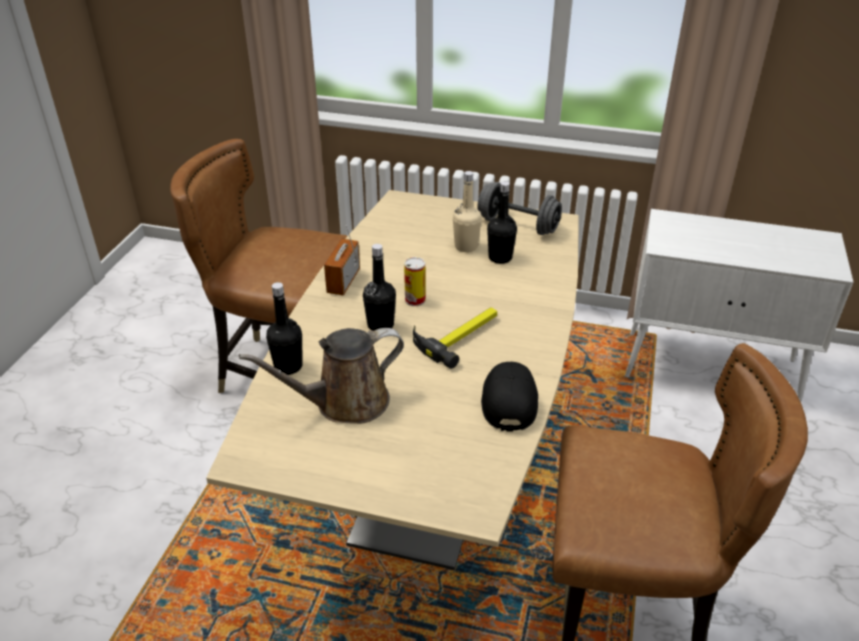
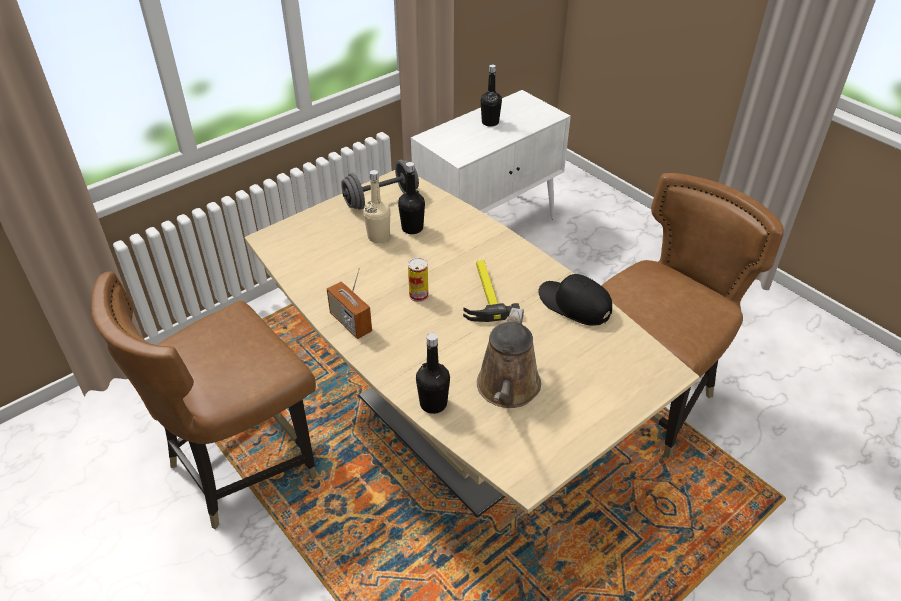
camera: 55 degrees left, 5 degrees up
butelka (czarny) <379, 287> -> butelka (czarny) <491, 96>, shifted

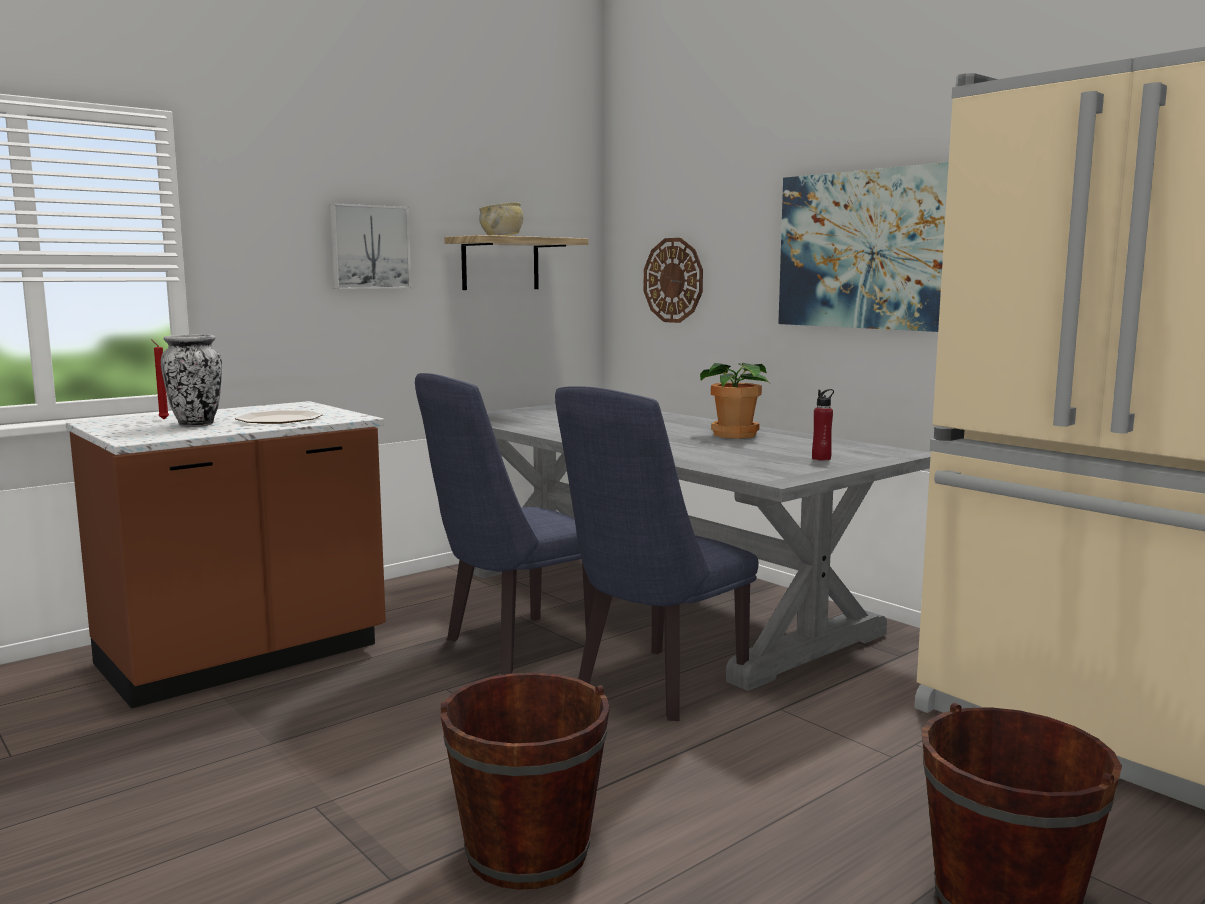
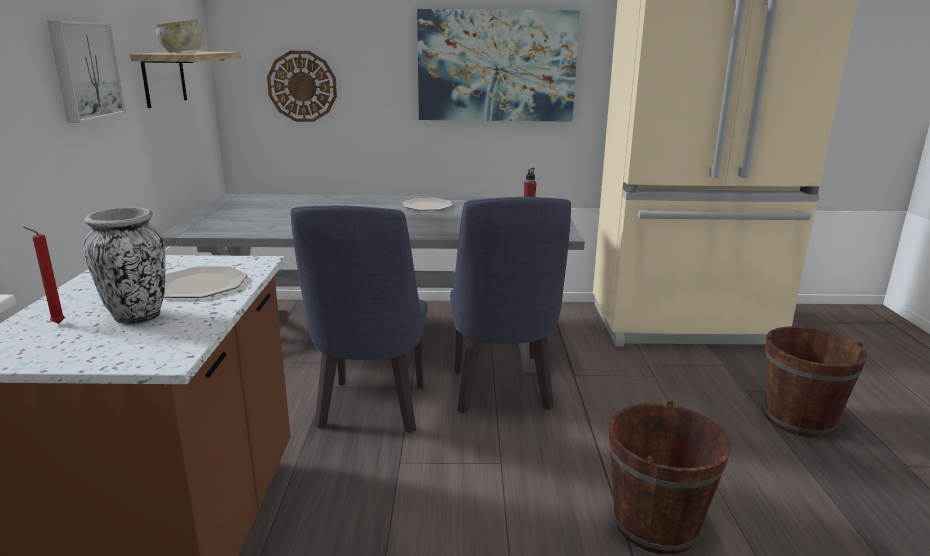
camera: 50 degrees left, 10 degrees up
roślina doniczkowa <734, 401> -> talerz <428, 204>

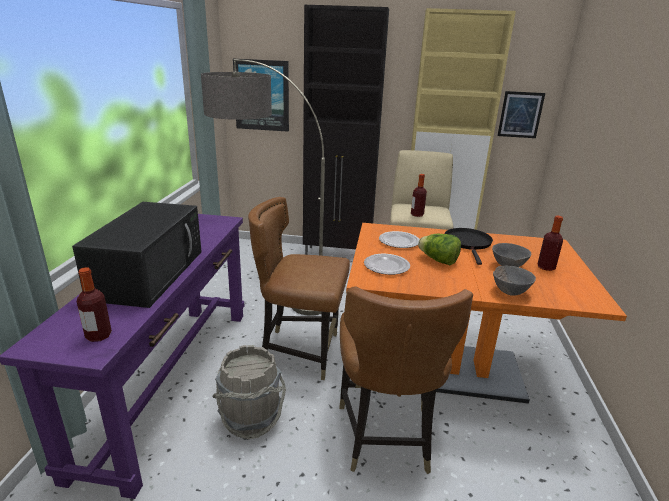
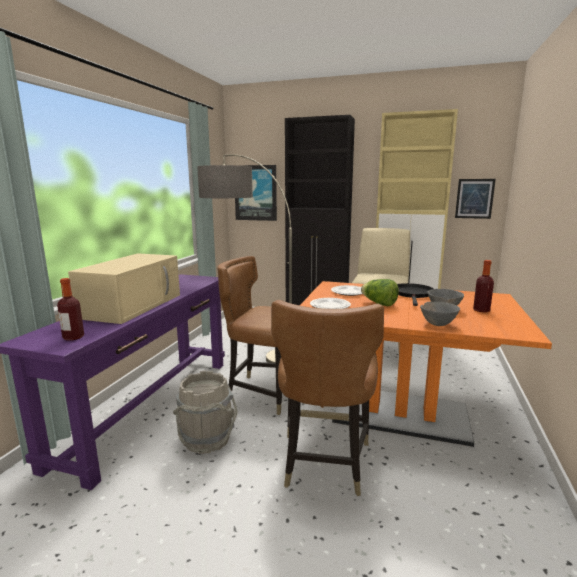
camera: 10 degrees right, 10 degrees down
butelka <419, 195> -> none
mikrofalówka (czarny) <137, 255> -> mikrofalówka (beżowy) <124, 288>

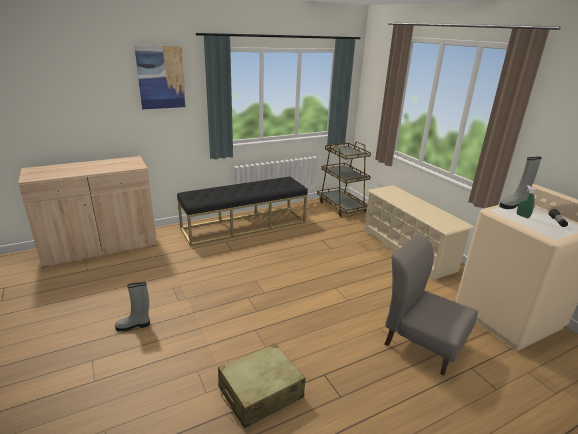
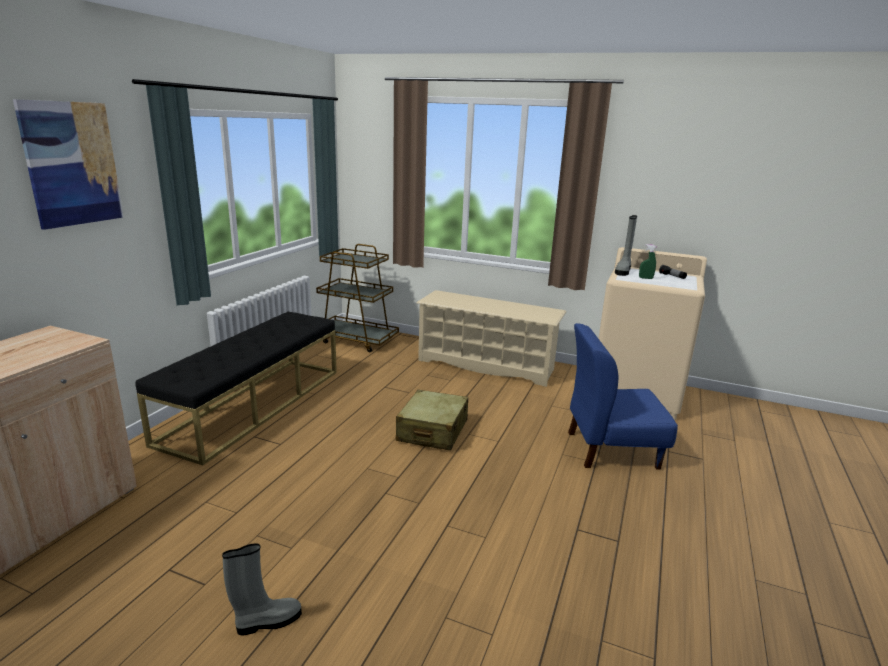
camera: 40 degrees left, 5 degrees down
walizka (beżowy) <262, 385> -> walizka (beżowy) <432, 420>, shifted
krzesło (szary) <431, 305> -> krzesło (niebieski) <623, 396>
but z cholewką (szary) <132, 306> -> but z cholewką (szary) <262, 589>, 150 degrees counterclockwise

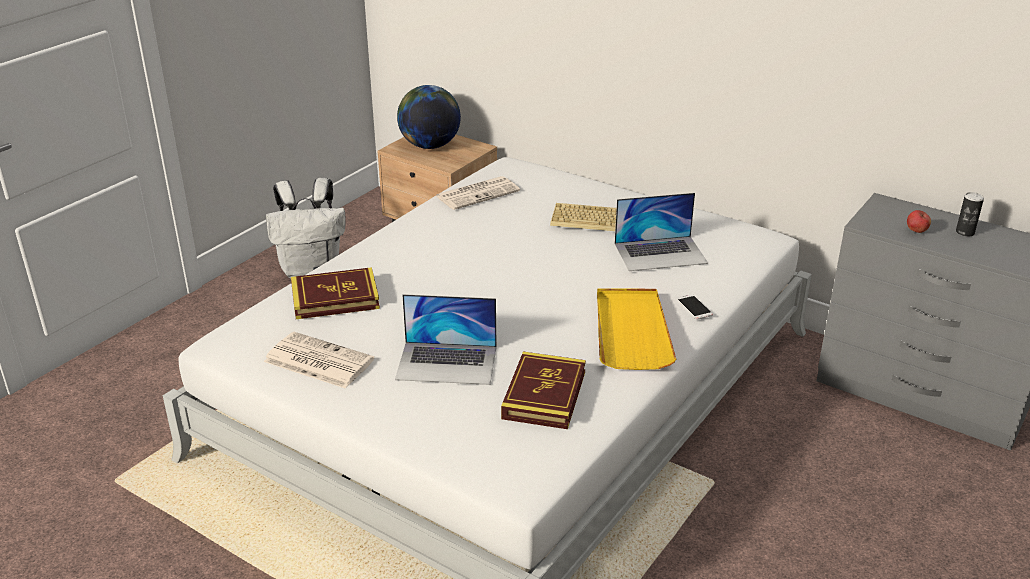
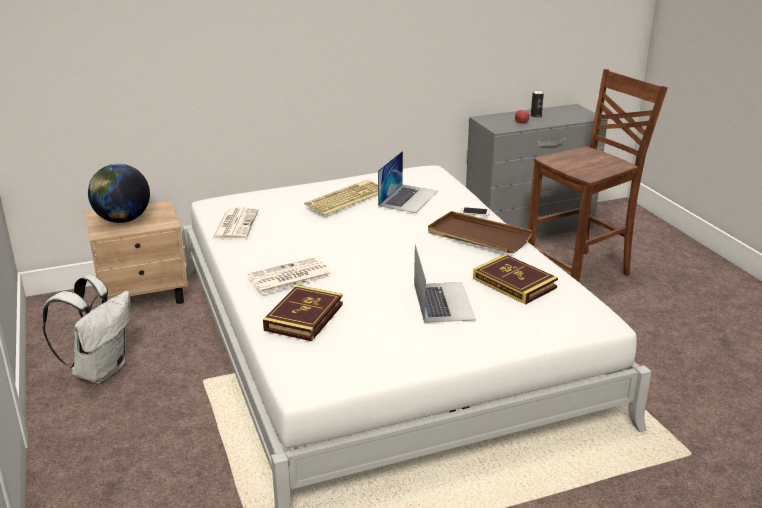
camera: 55 degrees left, 5 degrees down
none -> krzesło (brązowy) <598, 176>
gazeta <319, 360> -> gazeta <290, 275>, shifted
taca (żółty) <636, 329> -> taca (brązowy) <480, 232>
laptop <446, 339> -> laptop <445, 283>, 45 degrees counterclockwise

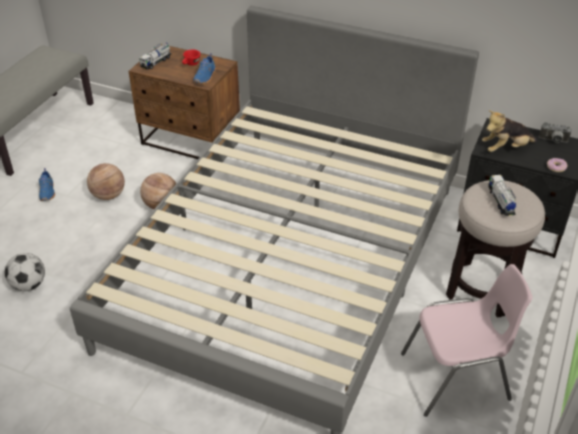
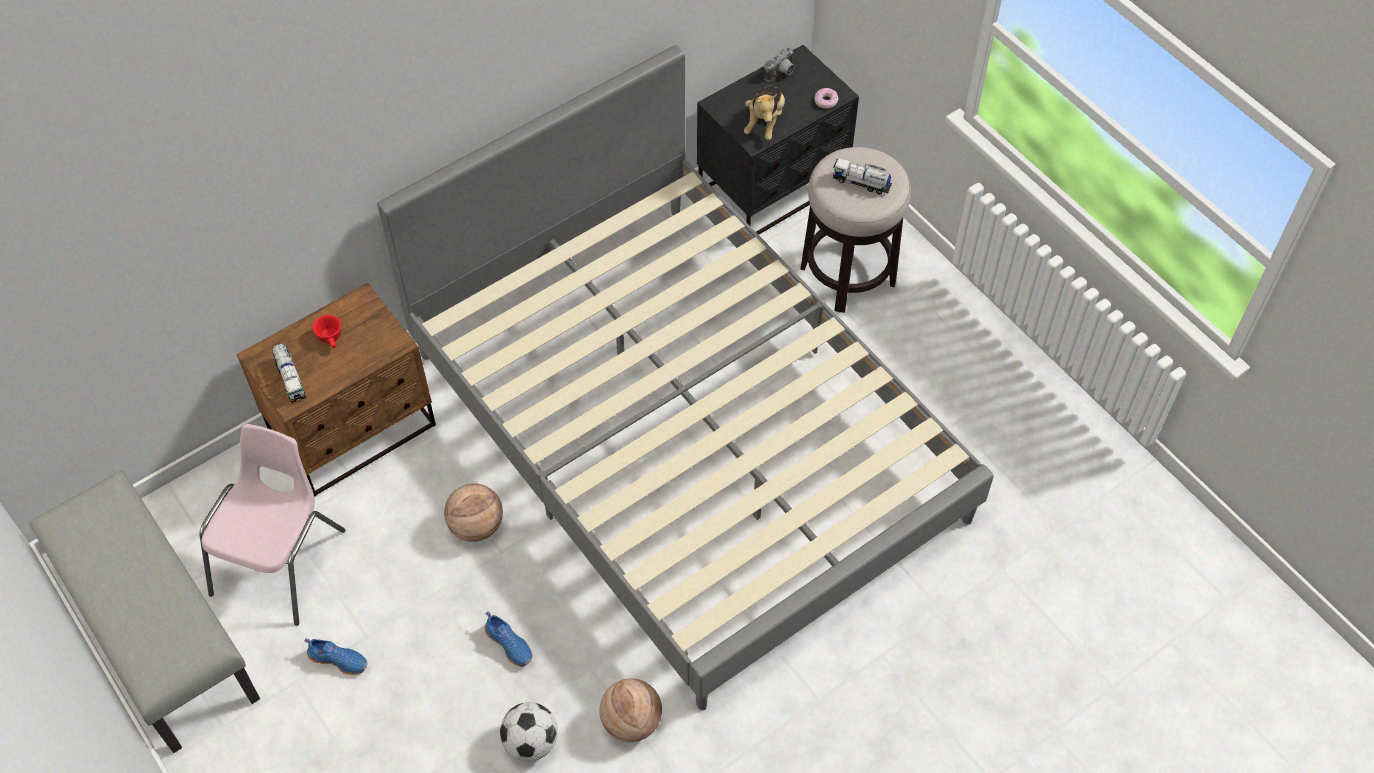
camera: 60 degrees left, 15 degrees up
piłka do koszykówki <106, 181> -> piłka do koszykówki <630, 710>, shifted
but (niebieski) <205, 68> -> but (niebieski) <508, 639>, shifted
krzesło (różowy) <466, 340> -> krzesło (różowy) <272, 525>, shifted

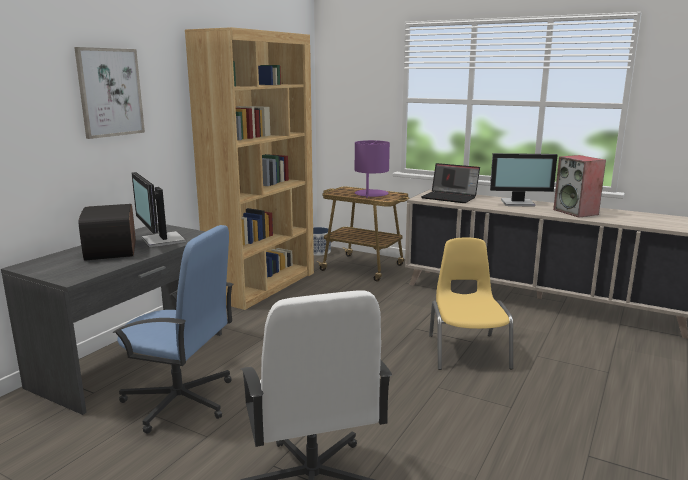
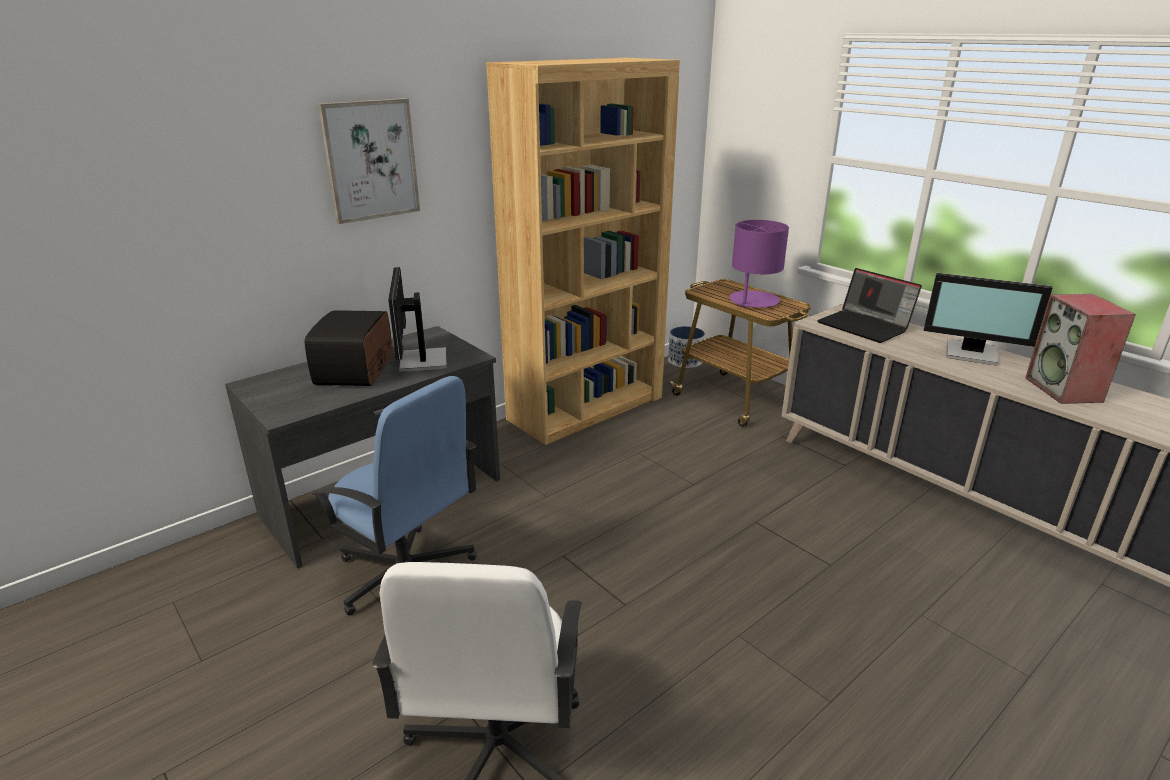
camera: 20 degrees right, 10 degrees up
krzesło (żółty) <471, 304> -> none

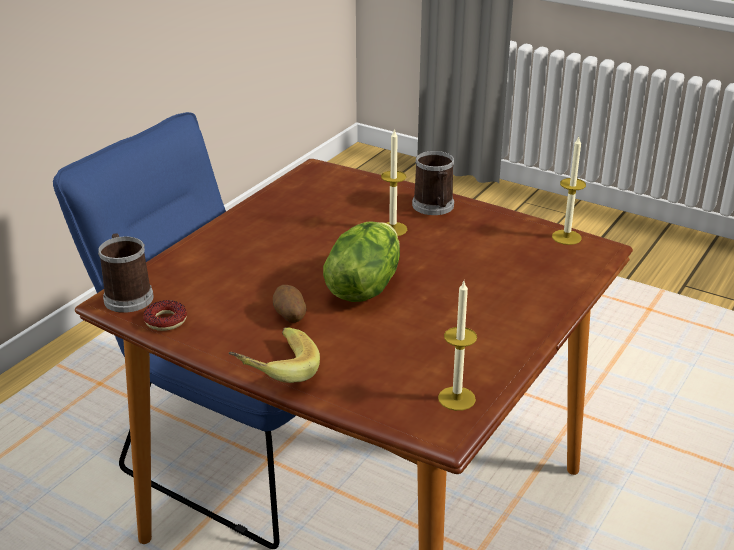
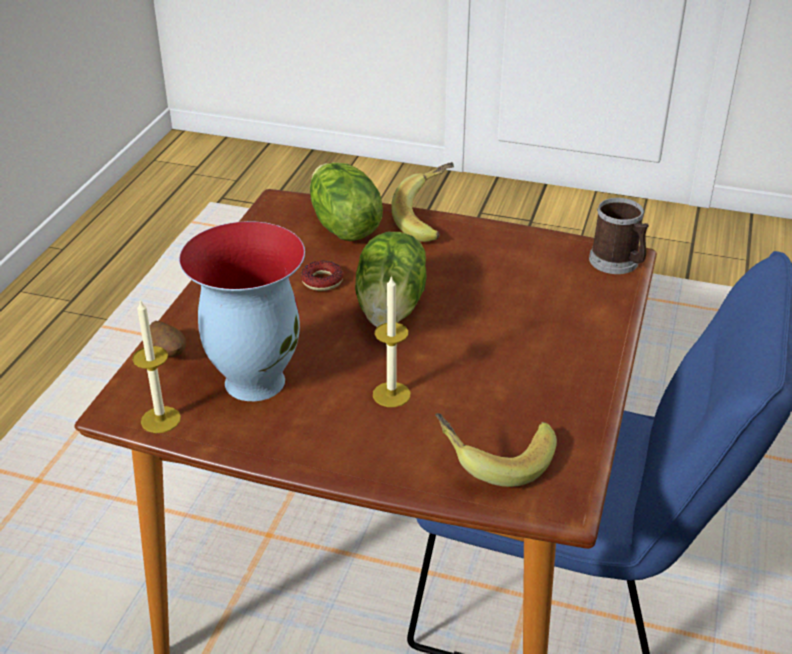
camera: 165 degrees right, 5 degrees up
kubek <433, 183> -> none
świeca <457, 346> -> none
none -> wazon <242, 311>
none -> sałata <346, 201>
none -> banan <496, 450>
donut <165, 315> -> donut <322, 276>, shifted
ziemniak <289, 304> -> ziemniak <168, 339>, shifted

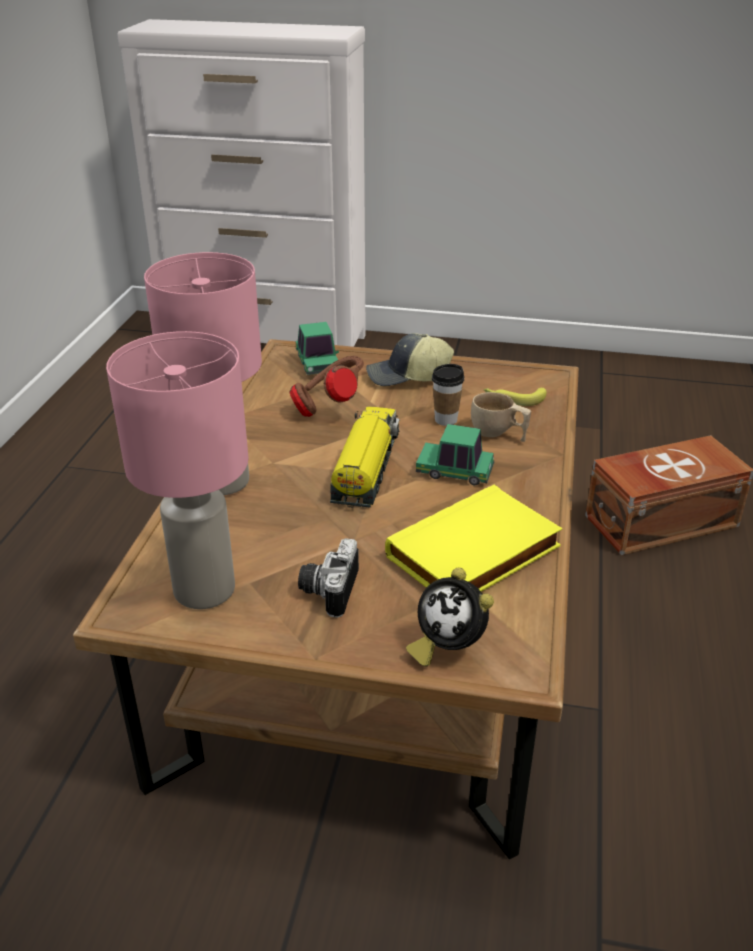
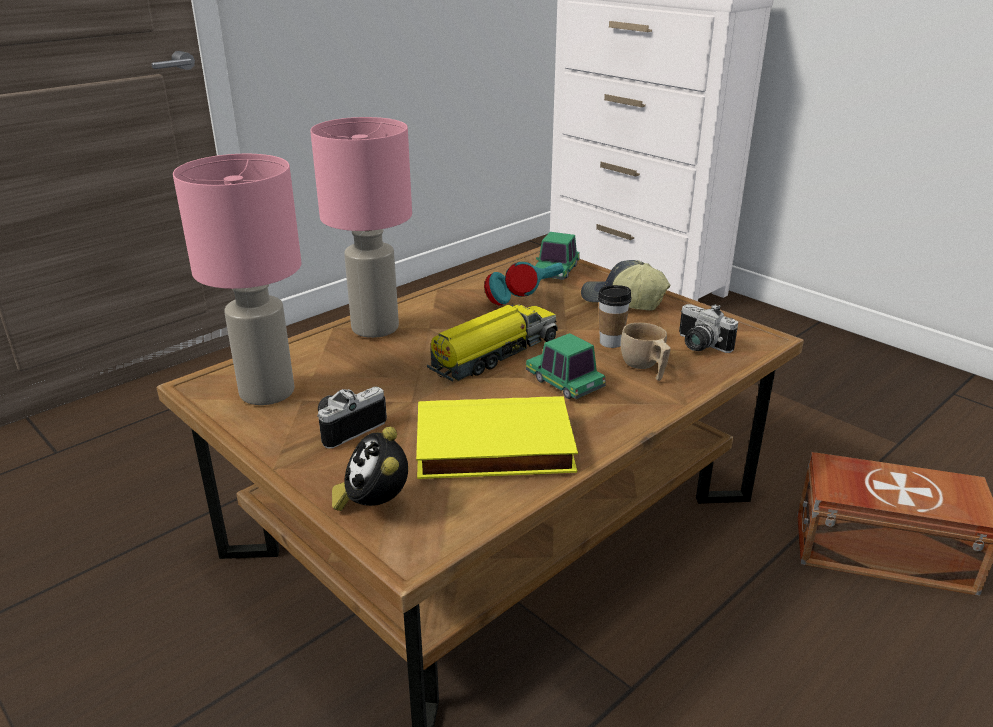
camera: 35 degrees right, 5 degrees down
banan <515, 396> -> aparat fotograficzny <708, 328>
słuchawki (brązowy) <326, 386> -> słuchawki (turkusowy) <524, 284>

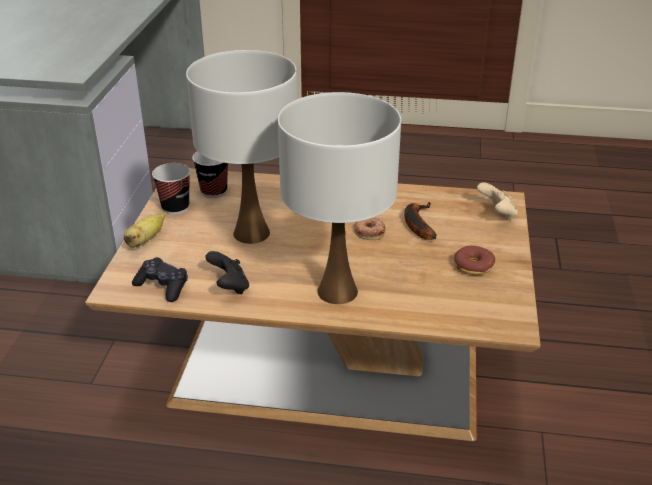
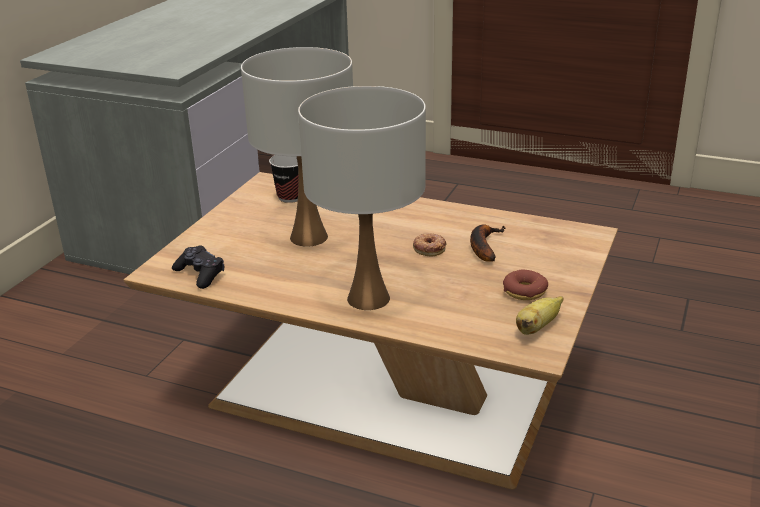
camera: 15 degrees right, 5 degrees down
filiżanka <171, 189> -> none
pad do gier (czarny) <227, 272> -> none
pad do gier (beżowy) <497, 201> -> none
banan <144, 230> -> banan <540, 315>, shifted

